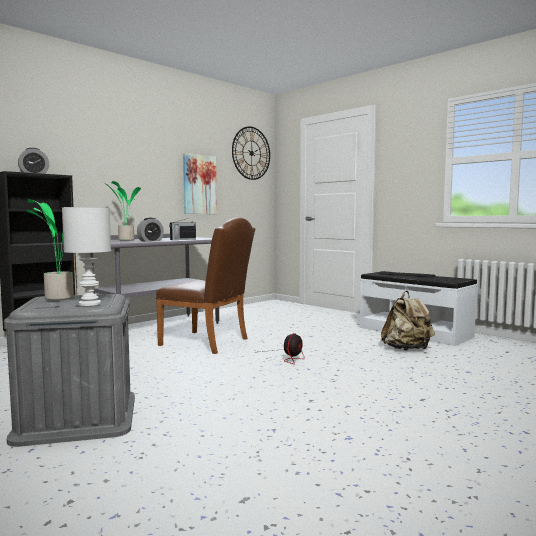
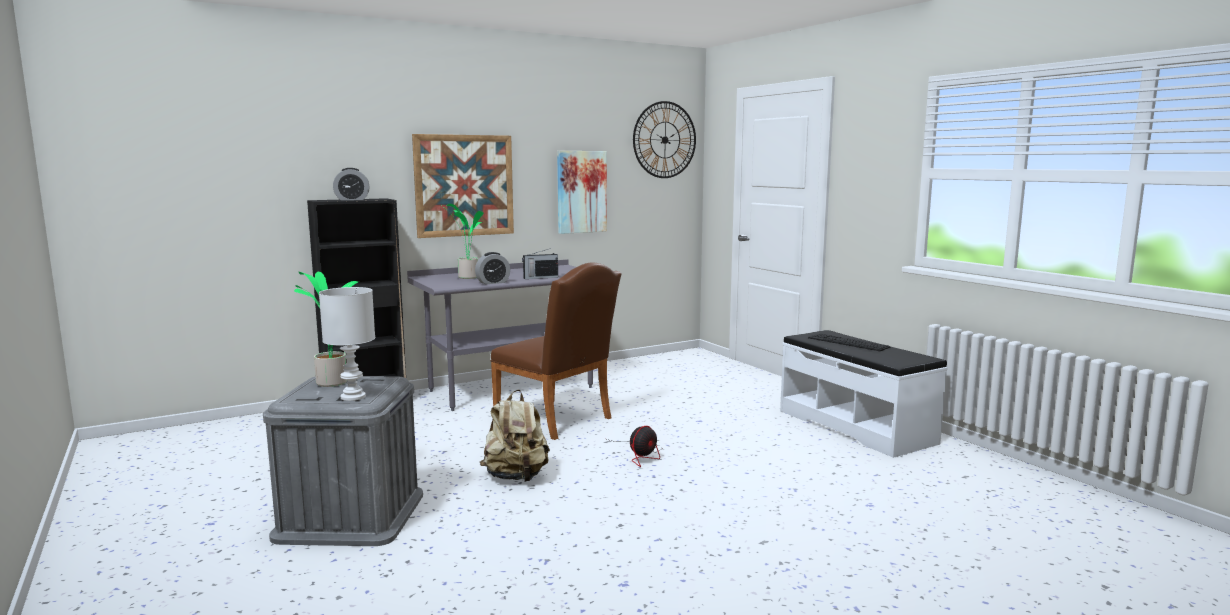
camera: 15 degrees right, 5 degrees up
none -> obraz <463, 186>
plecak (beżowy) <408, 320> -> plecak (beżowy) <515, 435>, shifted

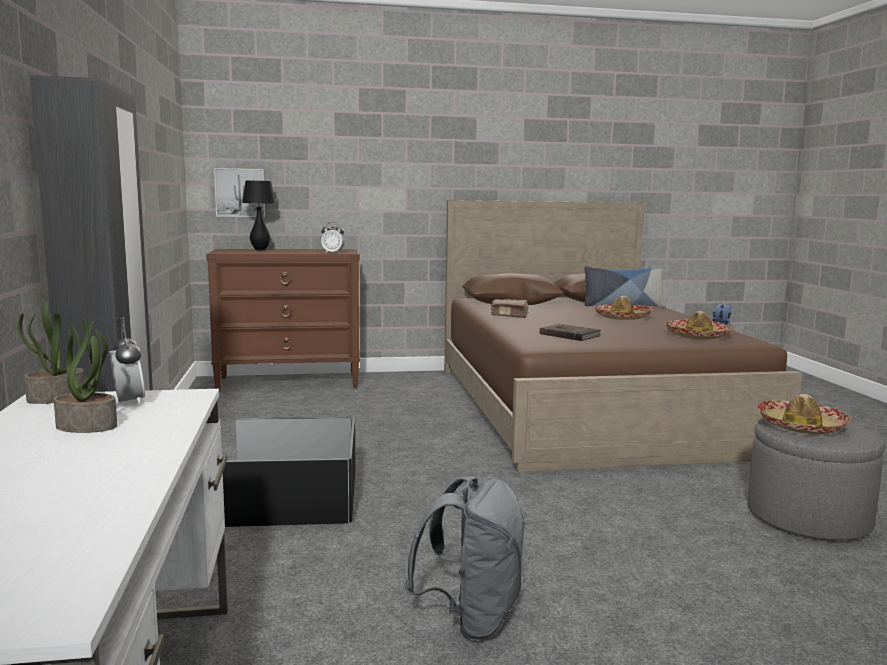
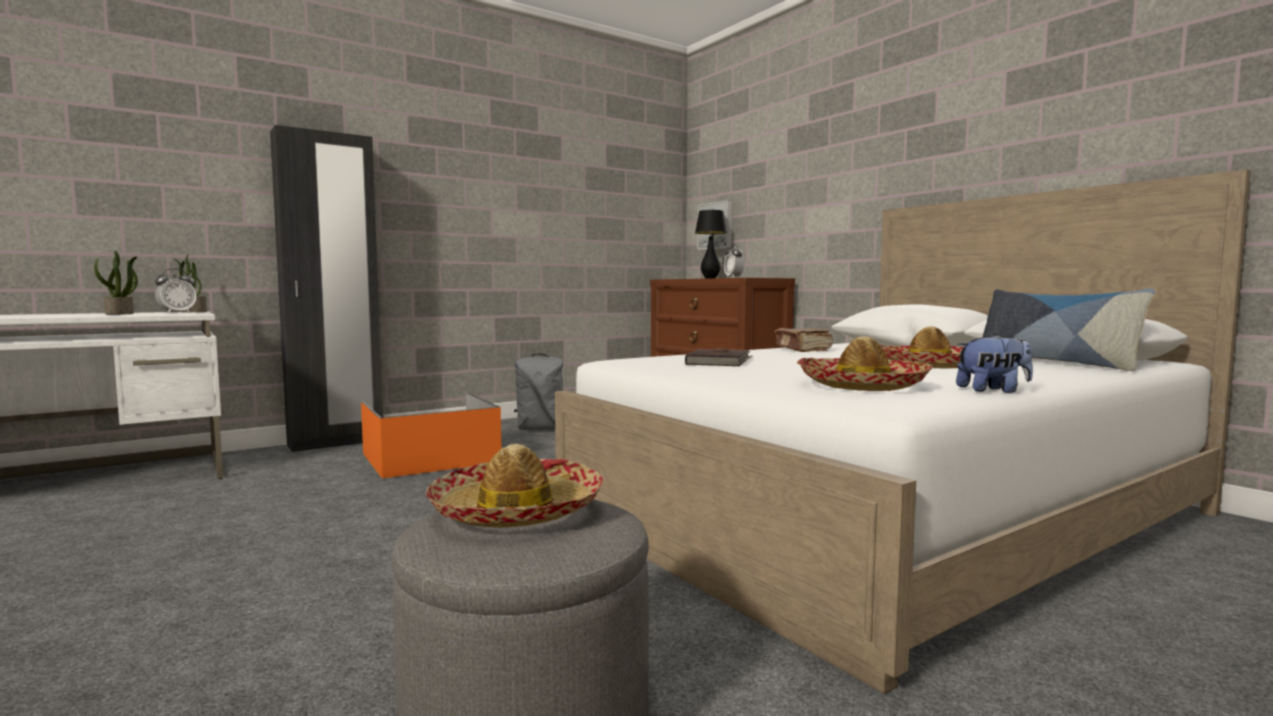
camera: 65 degrees right, 5 degrees down
plecak (szary) <465, 558> -> plecak (szary) <539, 391>, shifted
pojemnik do przechowywania (czarny) <289, 472> -> pojemnik do przechowywania (pomarańczowy) <431, 436>
łóżko (brązowy) <623, 336> -> łóżko (biały) <903, 432>

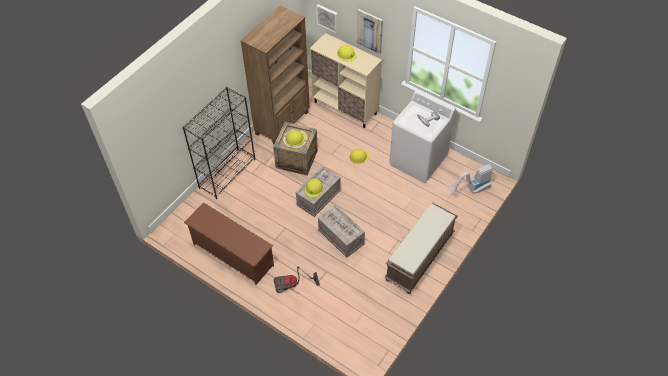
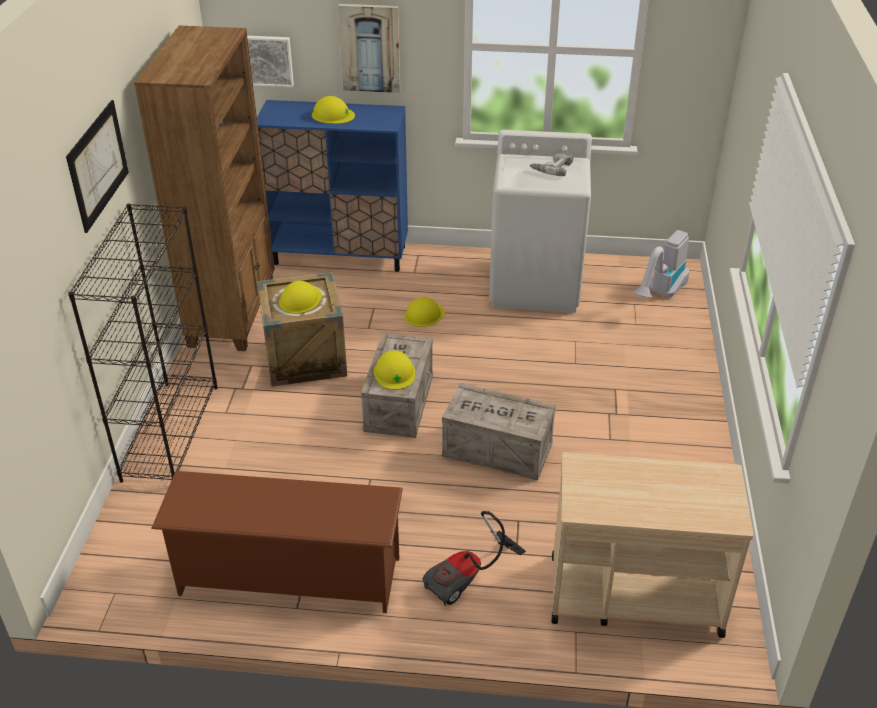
camera: 30 degrees left, 15 degrees down
ławka (brązowy) <421, 248> -> none
none -> obraz <97, 166>
none -> wózek (beżowy) <653, 545>
szafka (beżowy) <346, 80> -> szafka (niebieski) <332, 186>

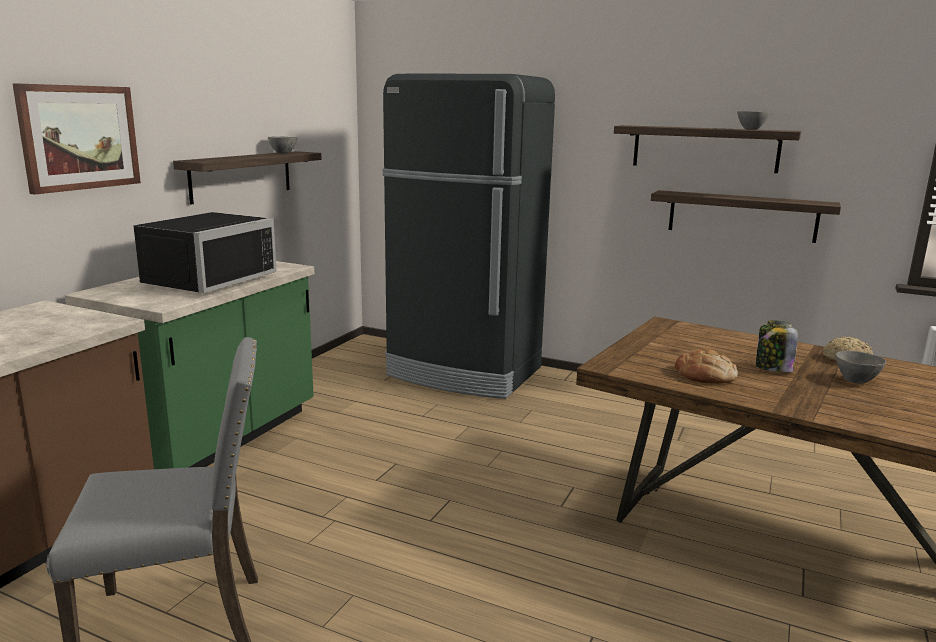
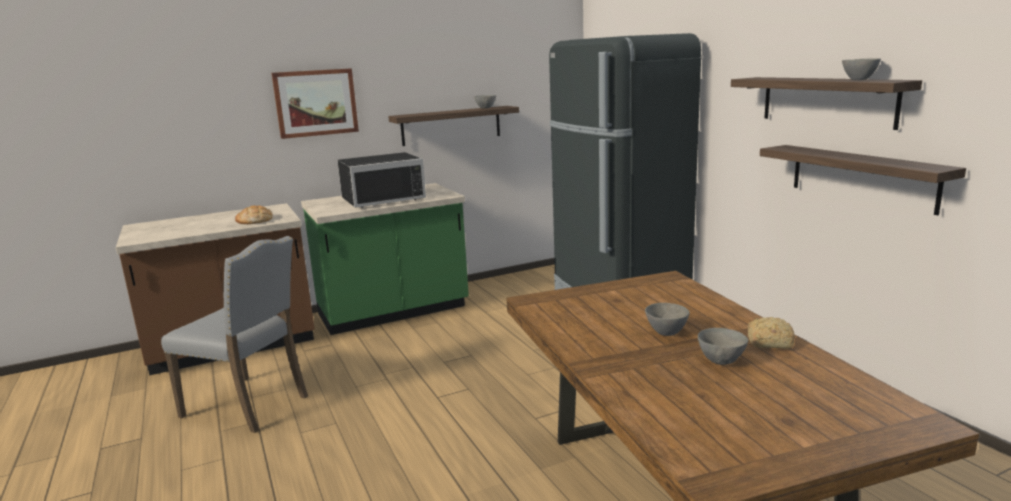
camera: 40 degrees right, 0 degrees up
chleb <706, 366> -> chleb <254, 214>, shifted
słoik <777, 347> -> miska (szary) <667, 319>

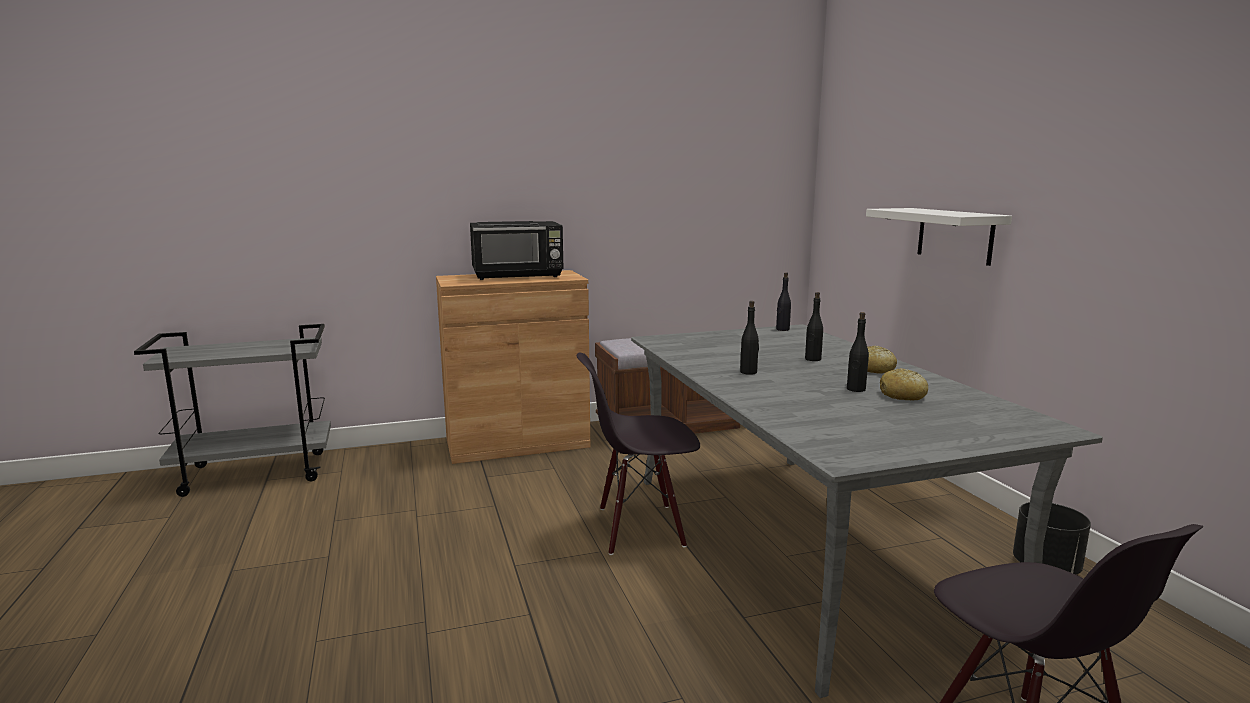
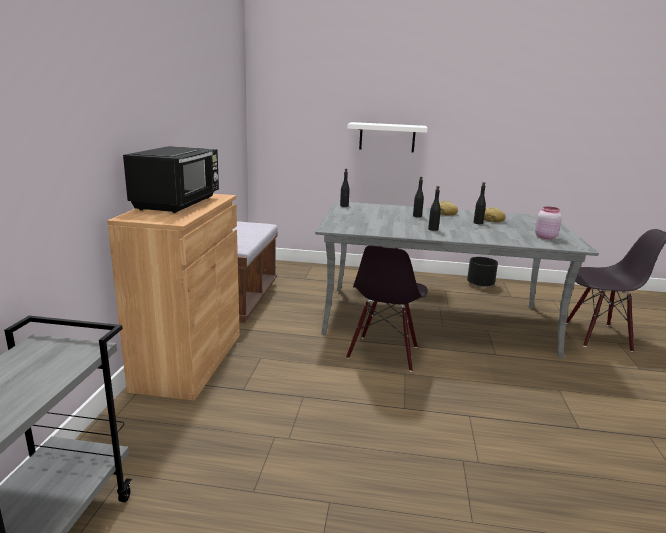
camera: 65 degrees left, 5 degrees up
none -> słoik (różowy) <548, 222>

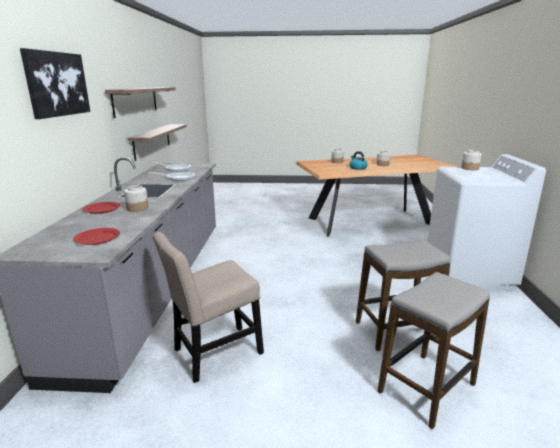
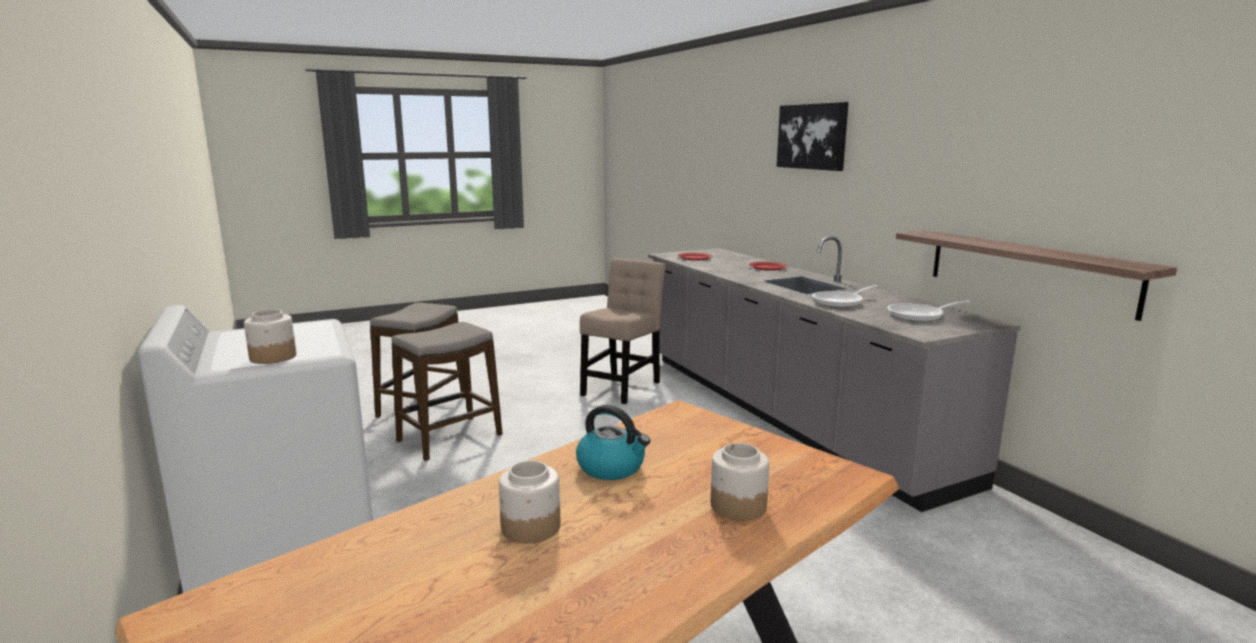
camera: 150 degrees right, 5 degrees down
półka <140, 102> -> none
słoik <136, 198> -> none

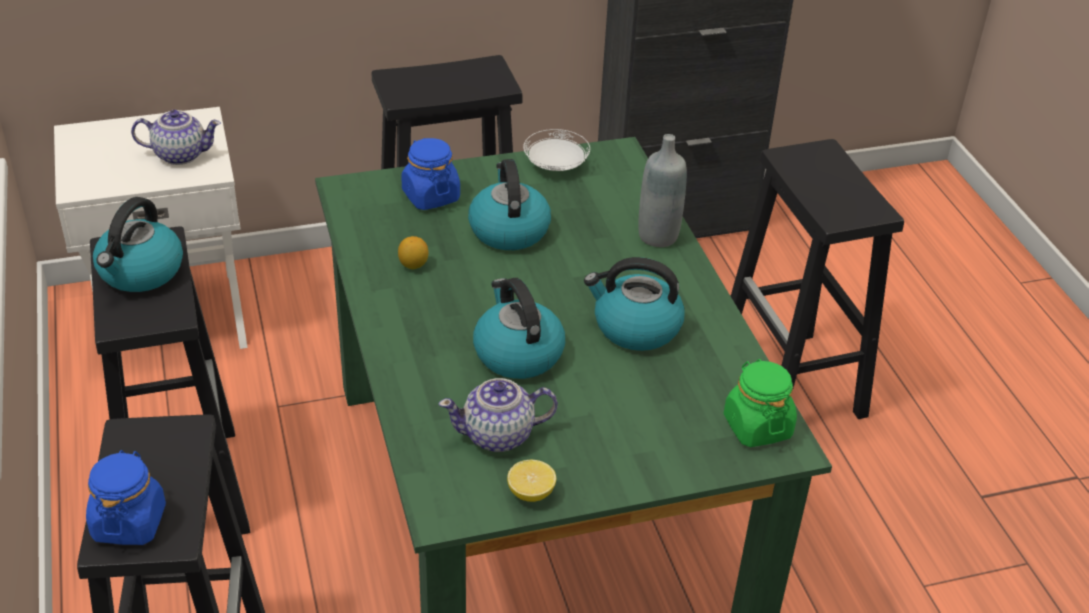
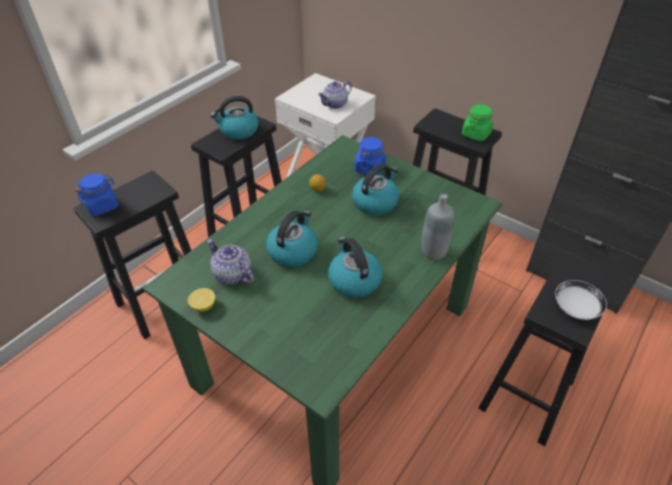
camera: 55 degrees right, 5 degrees up
talerz (biały) <556, 150> -> talerz (biały) <581, 300>, shifted
słoik (zielony) <760, 403> -> słoik (zielony) <477, 122>, shifted
imbryk <176, 137> -> imbryk <335, 94>, 90 degrees clockwise

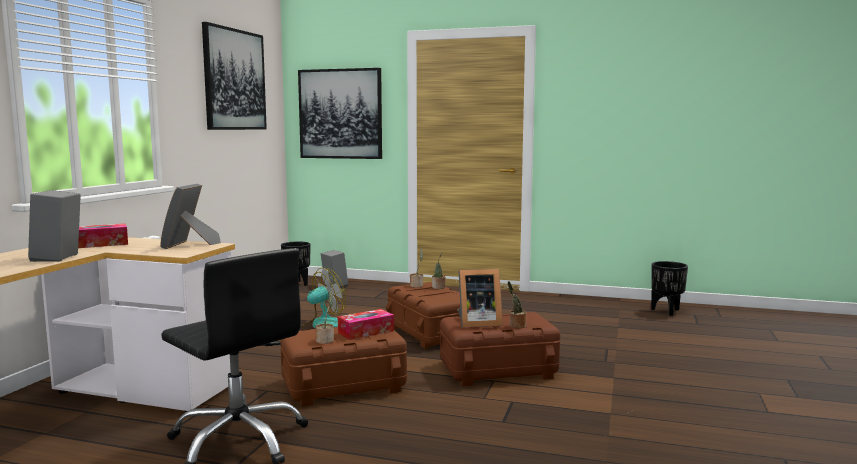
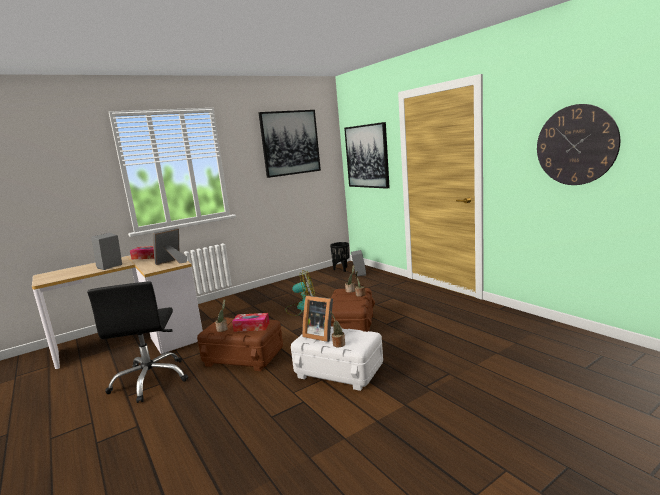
camera: 40 degrees right, 5 degrees up
donica (czarny) <669, 288> -> none
none -> zegar ścienny <578, 144>
pojemnik do przechowywania (brązowy) <500, 349> -> pojemnik do przechowywania (biały) <337, 358>

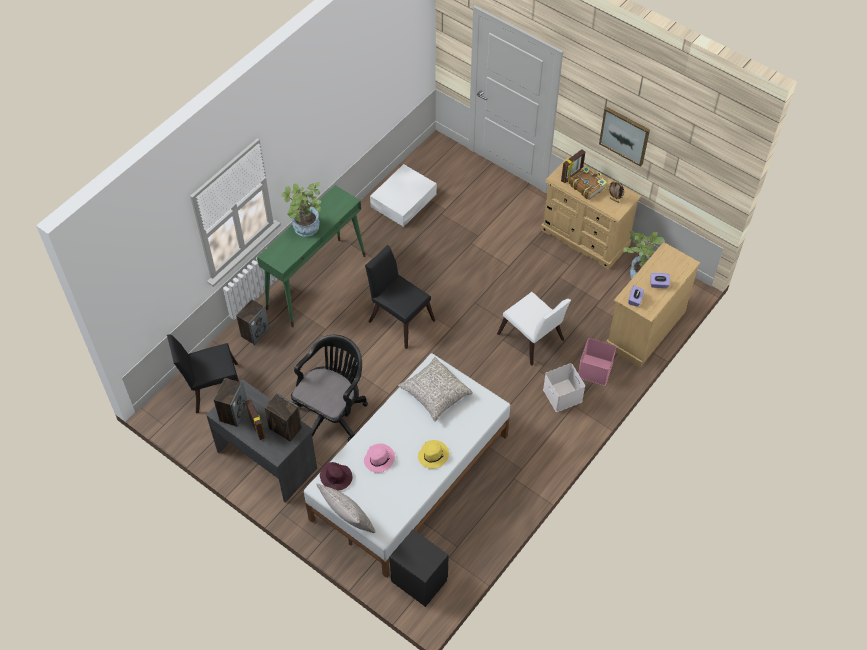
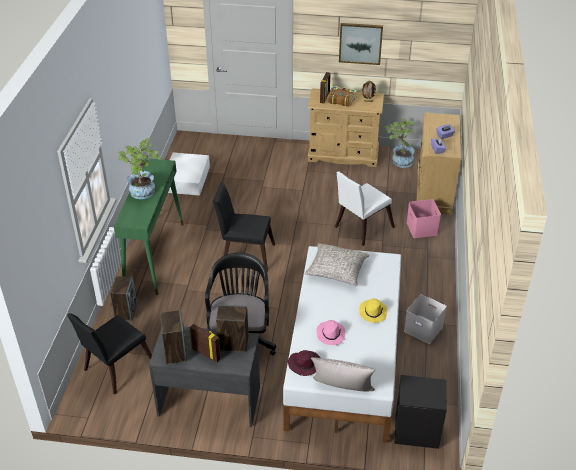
camera: 30 degrees left, 15 degrees down
pojemnik do przechowywania (biały) <564, 387> -> pojemnik do przechowywania (biały) <425, 319>, shifted
krzesło (biały) <534, 329> -> krzesło (biały) <365, 208>, 120 degrees clockwise

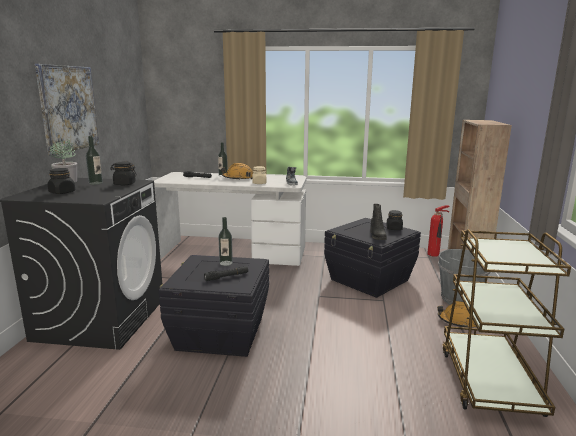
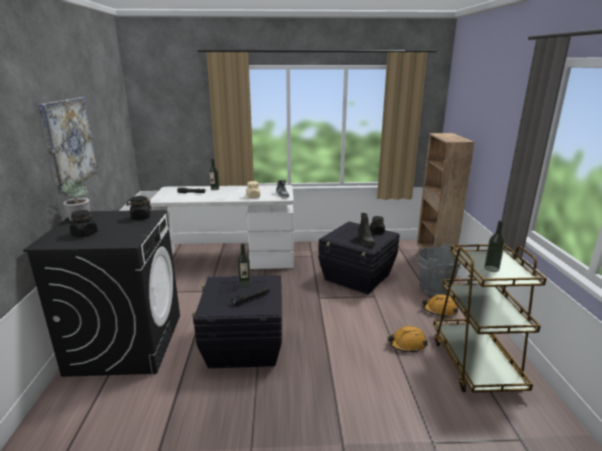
camera: 10 degrees left, 5 degrees up
gaśnica <438, 231> -> none
butelka <94, 160> -> butelka <494, 246>, shifted
kask (pomarańczowy) <237, 171> -> kask (pomarańczowy) <408, 339>, shifted

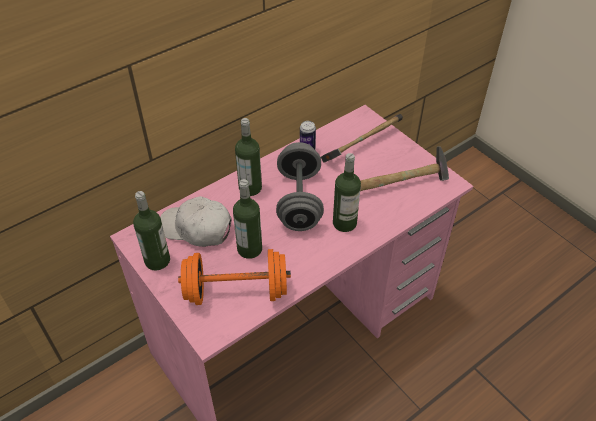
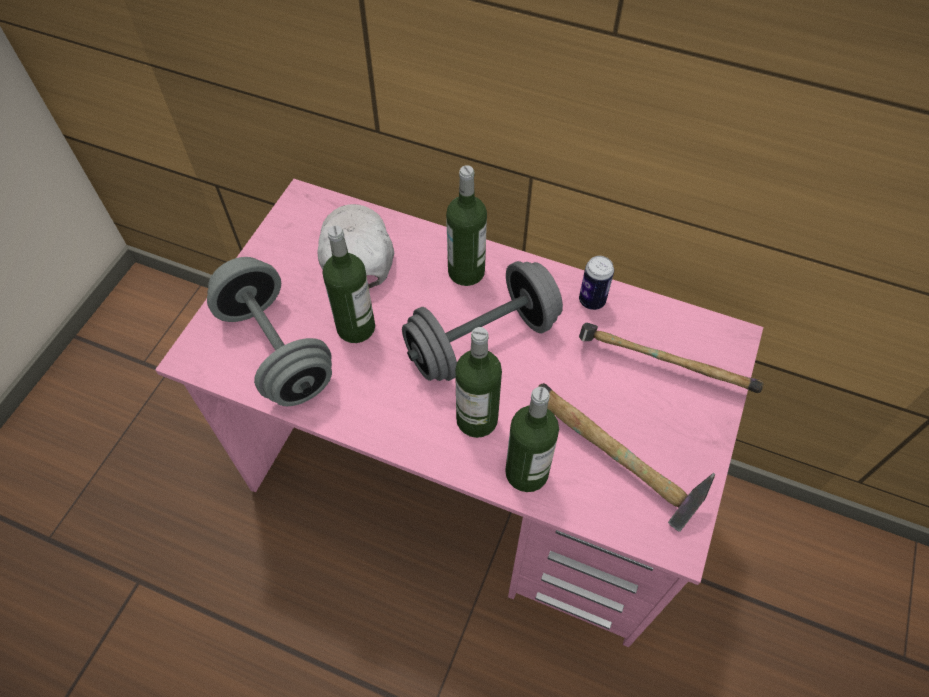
camera: 60 degrees right, 10 degrees up
butelka <151, 230> -> butelka <532, 439>, shifted
hantel (pomarańczowy) <234, 277> -> hantel (szary) <269, 331>

